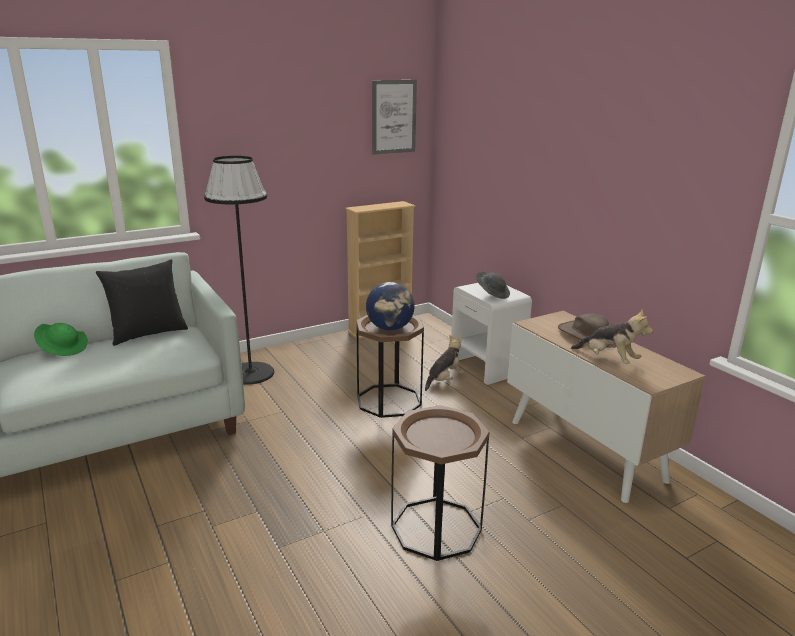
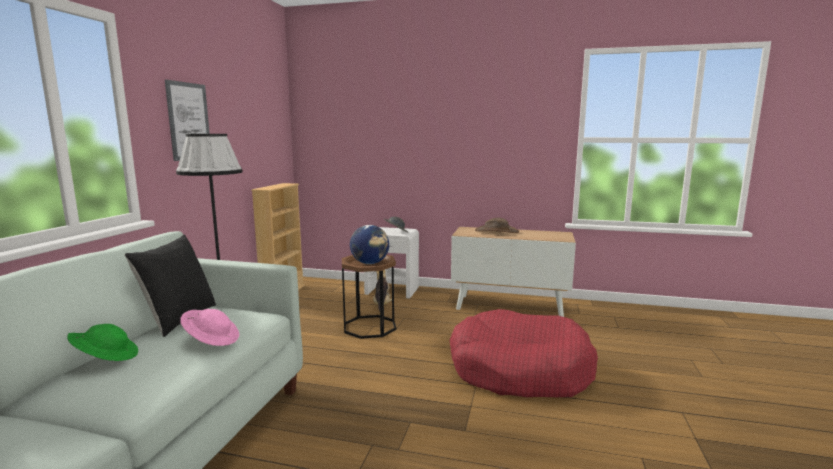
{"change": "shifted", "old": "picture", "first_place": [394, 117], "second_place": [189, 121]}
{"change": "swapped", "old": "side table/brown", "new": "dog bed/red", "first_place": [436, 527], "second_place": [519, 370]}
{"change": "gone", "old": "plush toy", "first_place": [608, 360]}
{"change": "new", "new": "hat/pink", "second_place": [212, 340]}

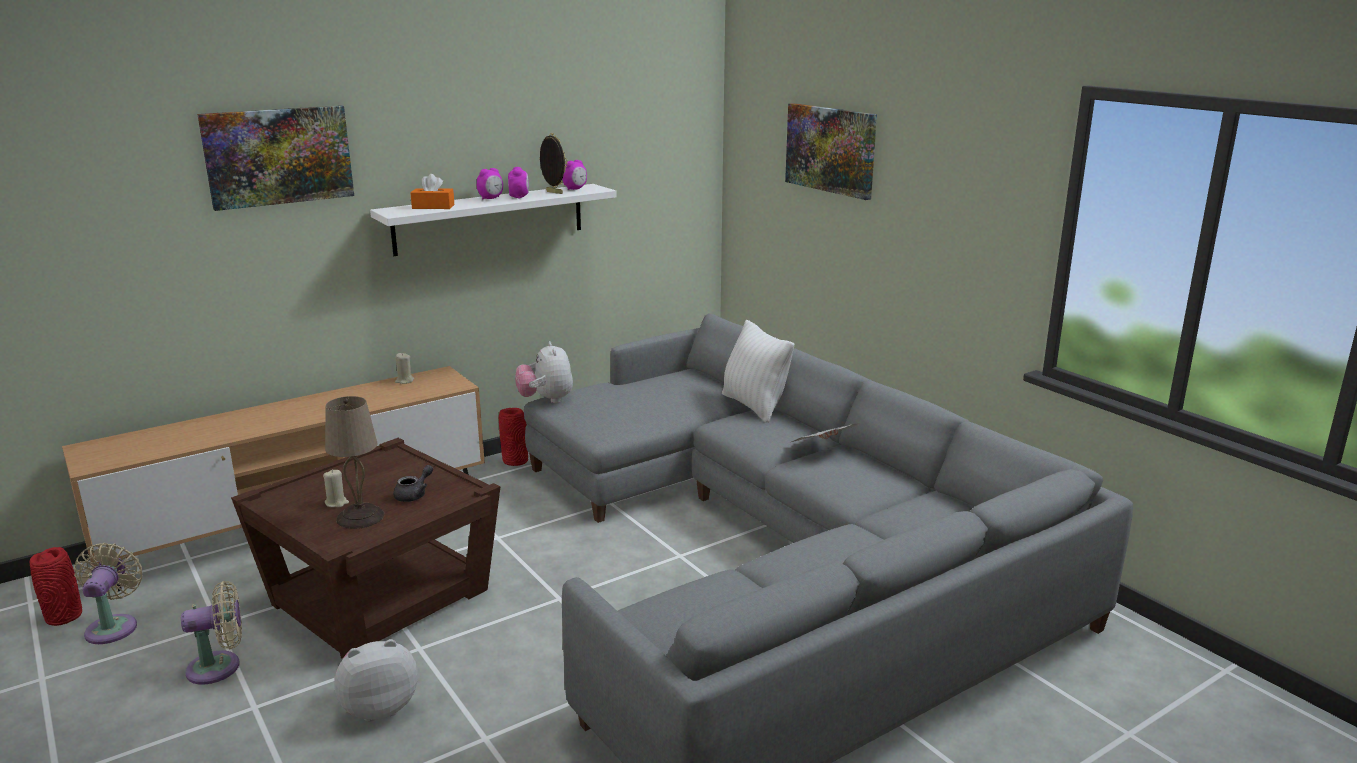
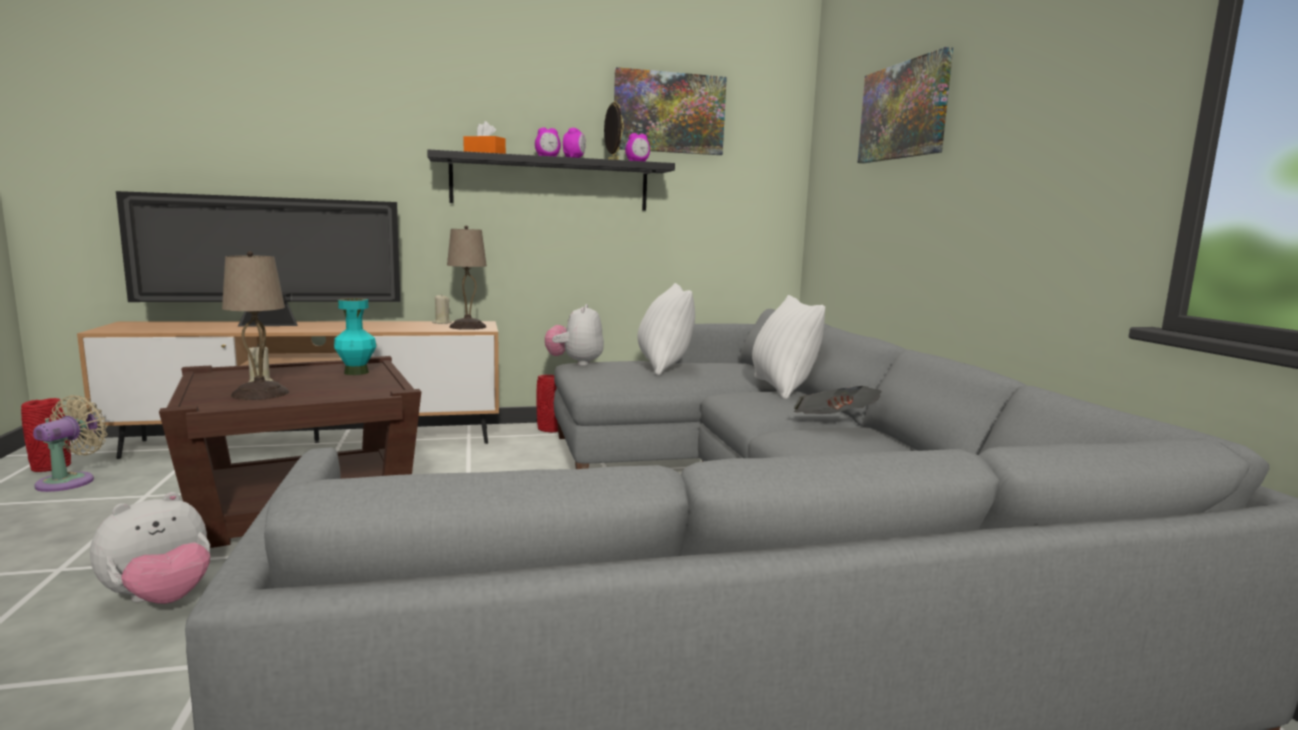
{"change": "gone", "old": "fan/beige", "first_place": [219, 667]}
{"change": "shifted", "old": "picture", "first_place": [278, 156], "second_place": [669, 113]}
{"change": "rotated", "old": "plush toy", "first_place": [379, 707], "second_place": [160, 599], "degrees": 135}
{"change": "repainted", "old": "shelf/white", "new": "shelf/black", "first_place": [490, 219], "second_place": [551, 183]}
{"change": "gone", "old": "teapot/grey", "first_place": [414, 495]}
{"change": "new", "new": "television", "second_place": [274, 325]}
{"change": "new", "new": "vase/turquoise", "second_place": [356, 372]}
{"change": "new", "new": "table lamp/beige", "second_place": [468, 326]}
{"change": "new", "new": "pillow/white", "second_place": [664, 366]}

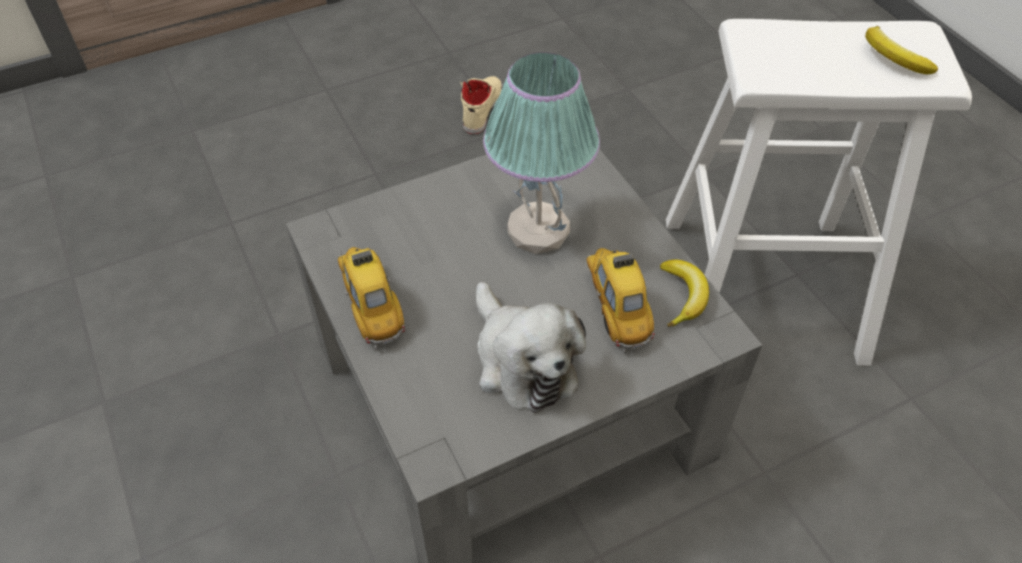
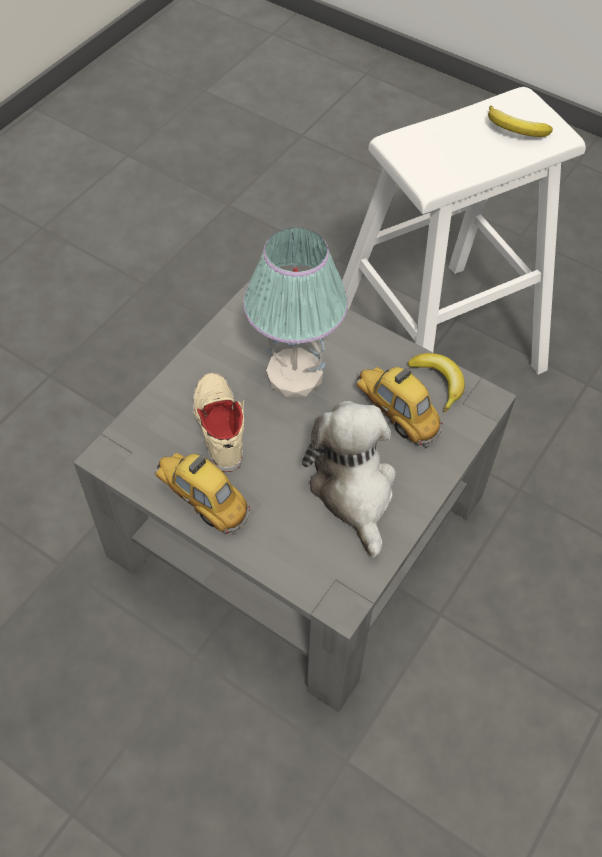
{"change": "shifted", "old": "shoe/beige", "first_place": [481, 108], "second_place": [218, 425]}
{"change": "rotated", "old": "plush toy", "first_place": [522, 361], "second_place": [354, 490], "degrees": -135}

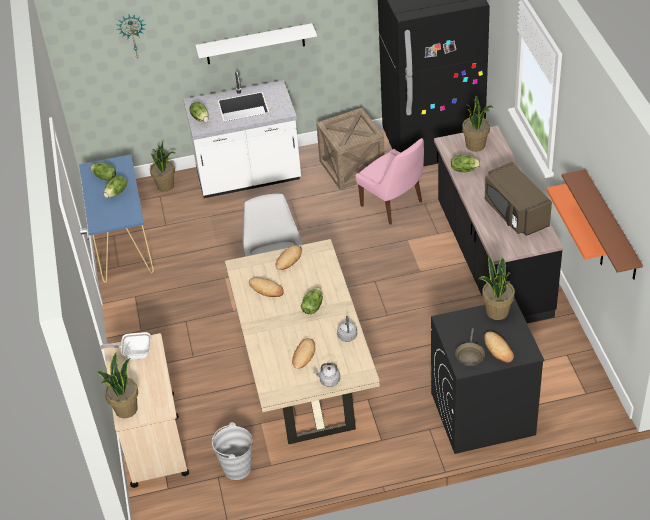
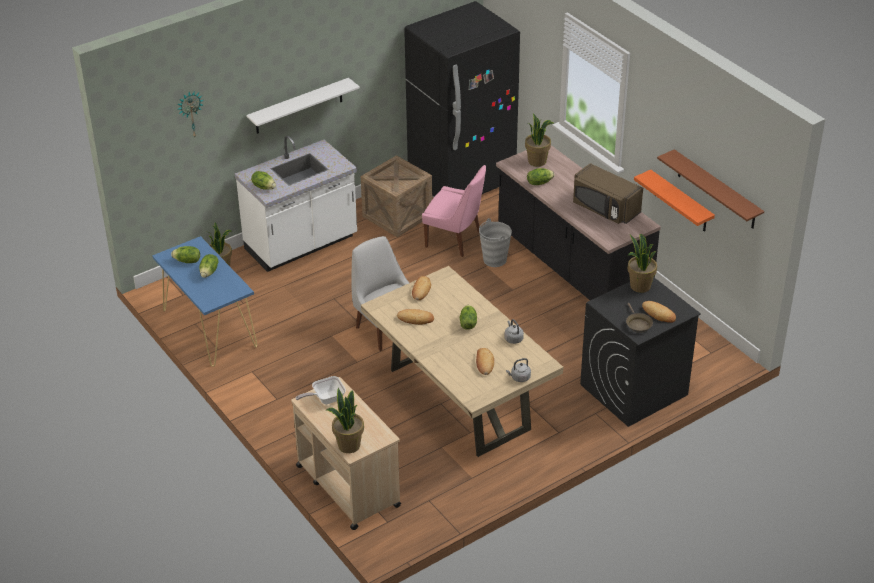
{"change": "shifted", "old": "bucket/grey", "first_place": [237, 468], "second_place": [494, 260]}

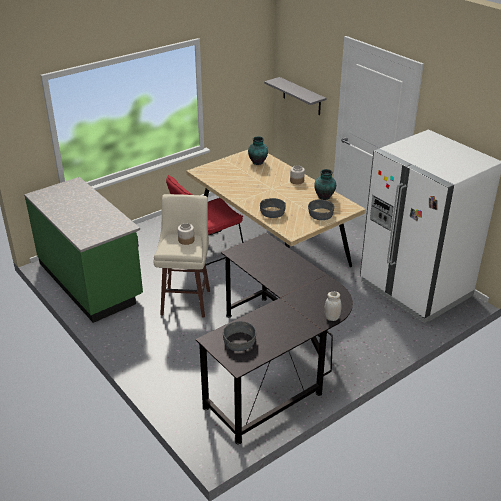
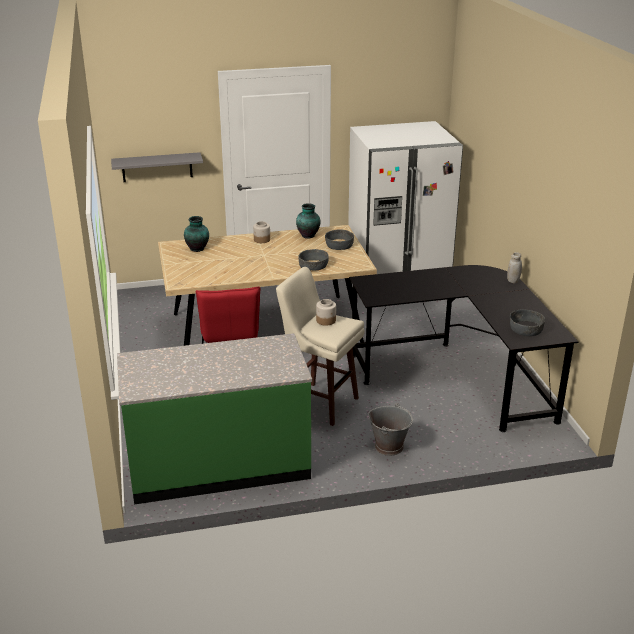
{"change": "new", "new": "bucket/grey", "second_place": [389, 446]}

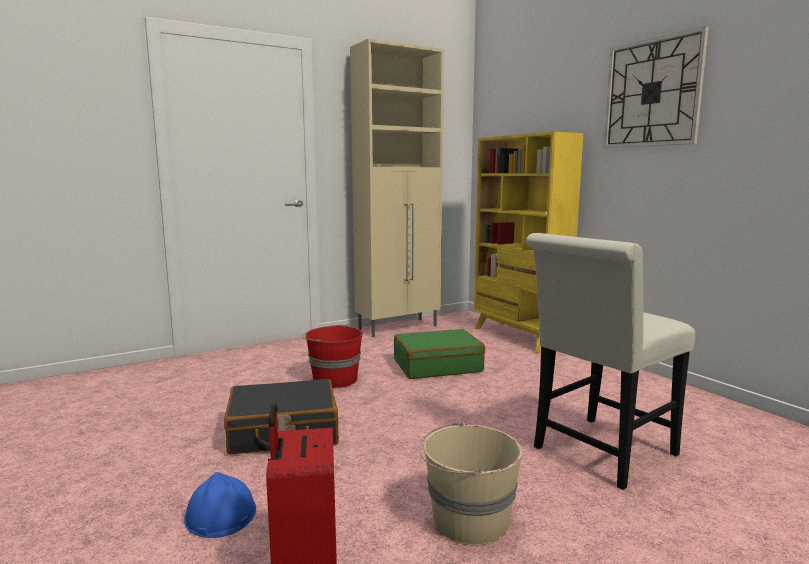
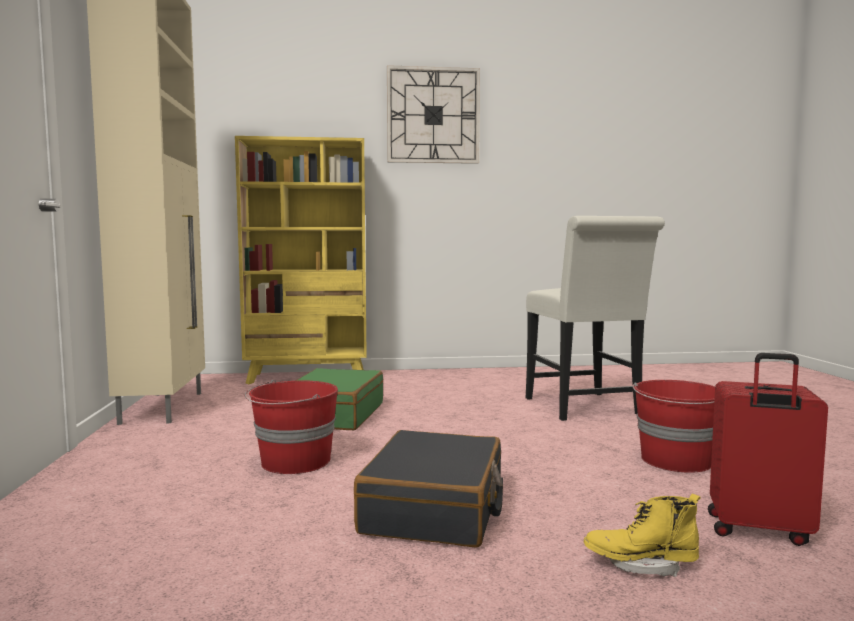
{"change": "swapped", "old": "hard hat/blue", "new": "boot/yellow", "first_place": [220, 514], "second_place": [640, 565]}
{"change": "repainted", "old": "bucket/beige", "new": "bucket/red", "first_place": [468, 521], "second_place": [676, 461]}

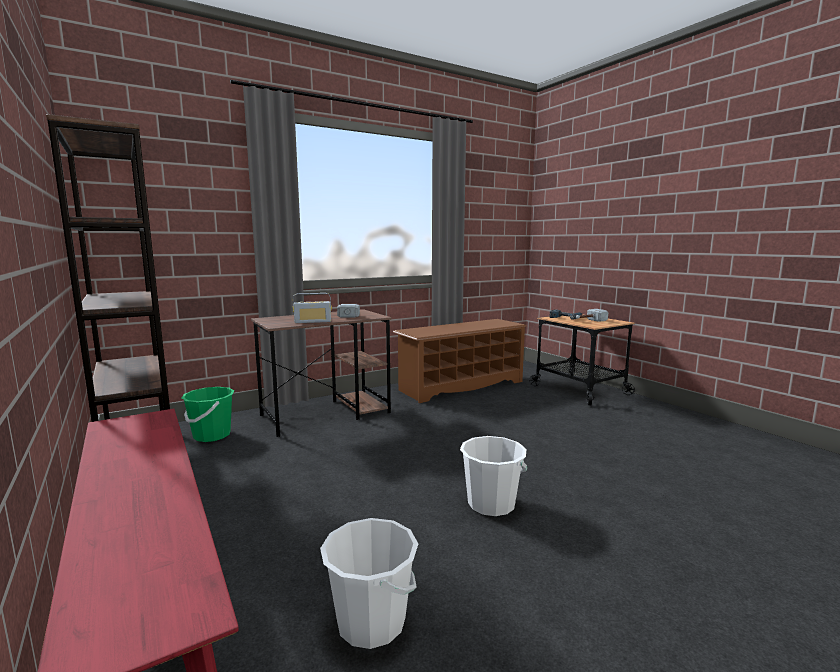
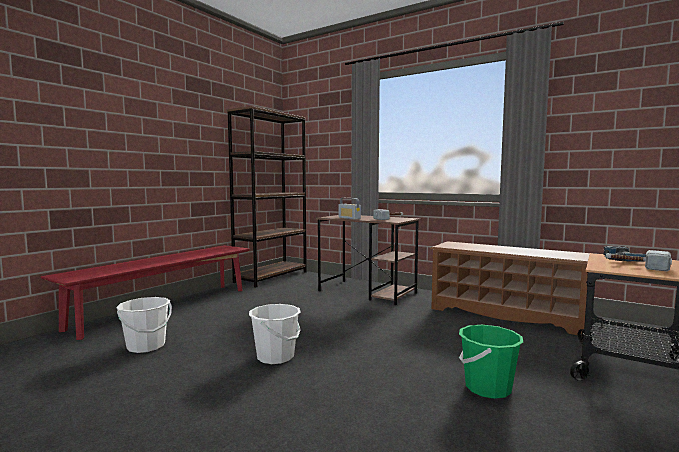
{"change": "shifted", "old": "bucket/green", "first_place": [212, 435], "second_place": [487, 388]}

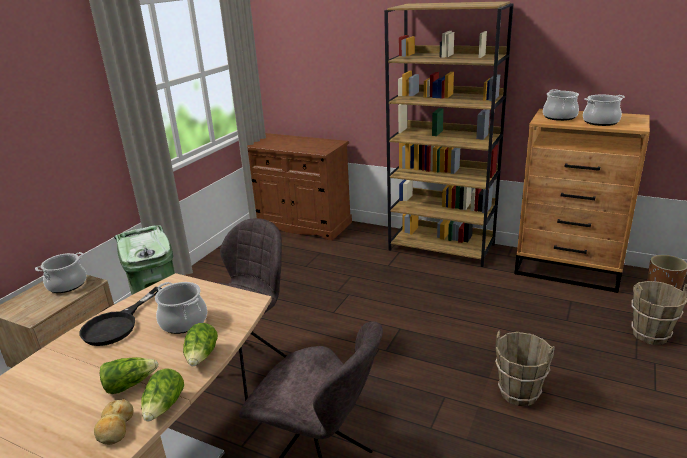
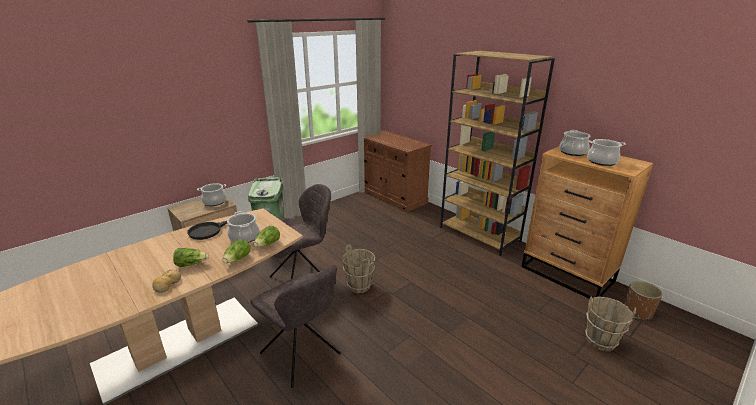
{"change": "shifted", "old": "lettuce", "first_place": [164, 407], "second_place": [267, 244]}
{"change": "shifted", "old": "bucket/brown", "first_place": [519, 393], "second_place": [359, 286]}

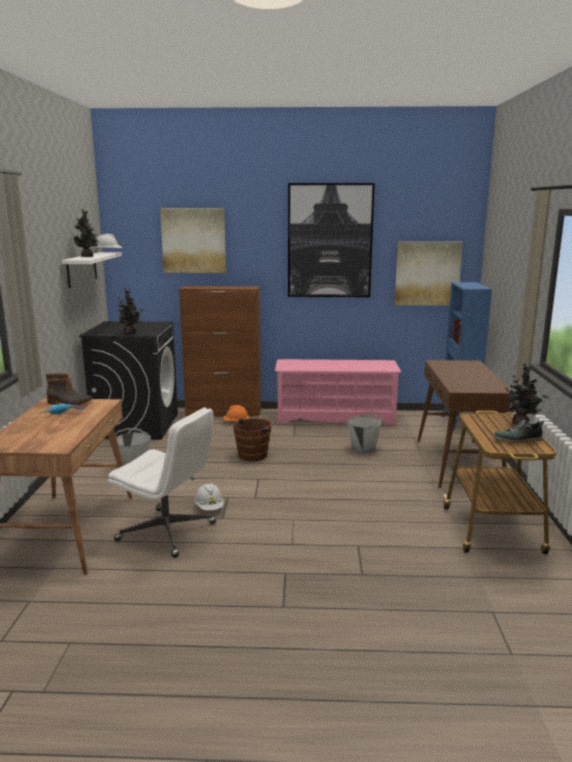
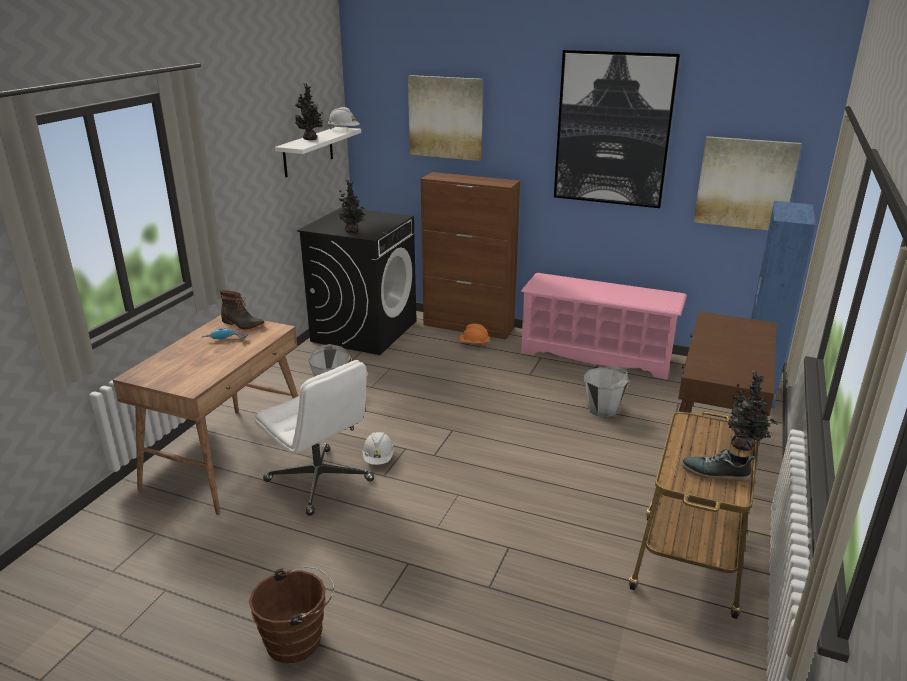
{"change": "shifted", "old": "bucket/brown", "first_place": [255, 454], "second_place": [298, 639]}

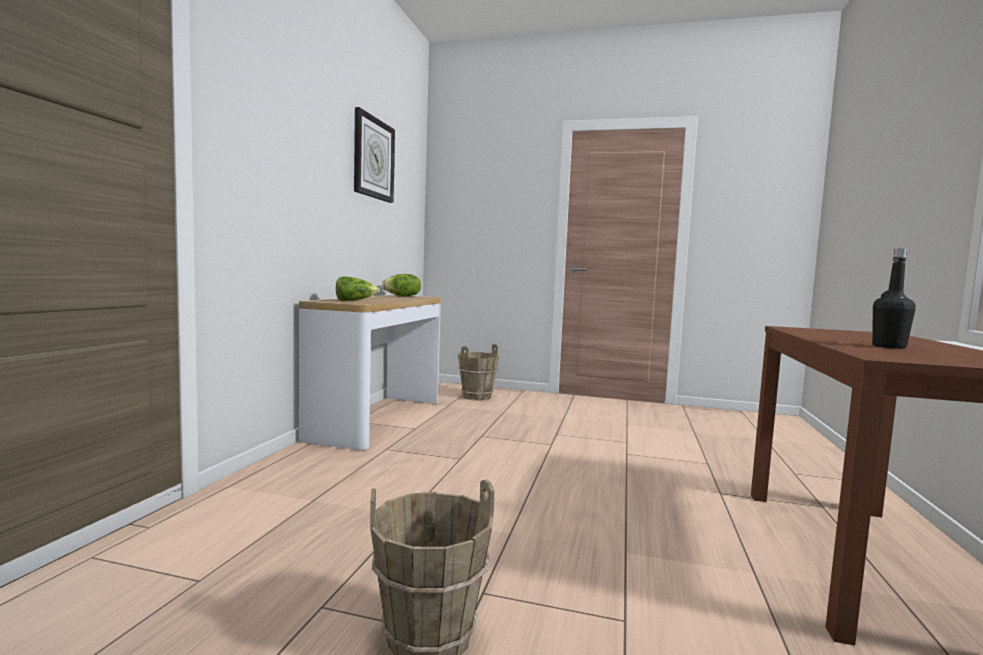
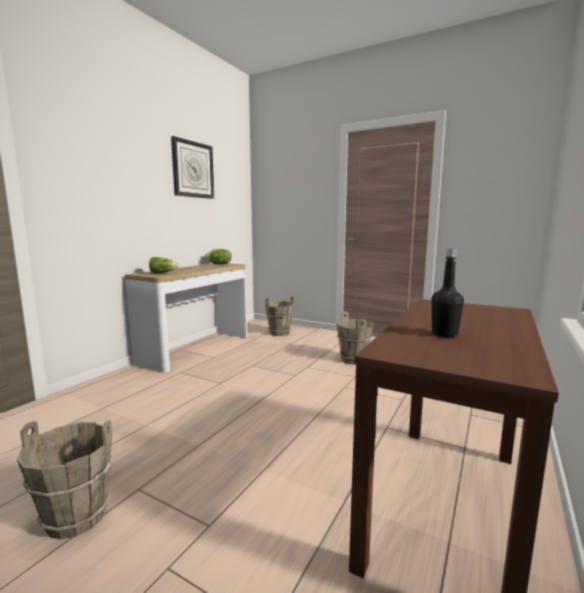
{"change": "new", "new": "bucket/brown", "second_place": [353, 359]}

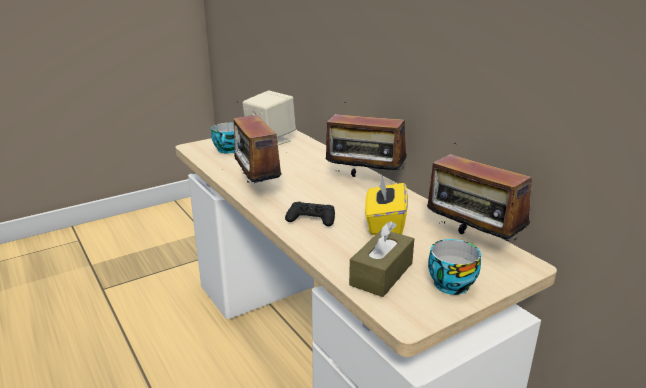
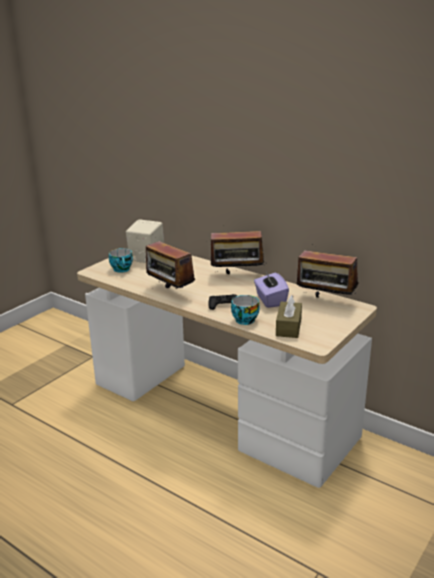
{"change": "repainted", "old": "tissue box/yellow", "new": "tissue box/purple", "first_place": [384, 224], "second_place": [270, 300]}
{"change": "shifted", "old": "cup", "first_place": [450, 283], "second_place": [244, 319]}

